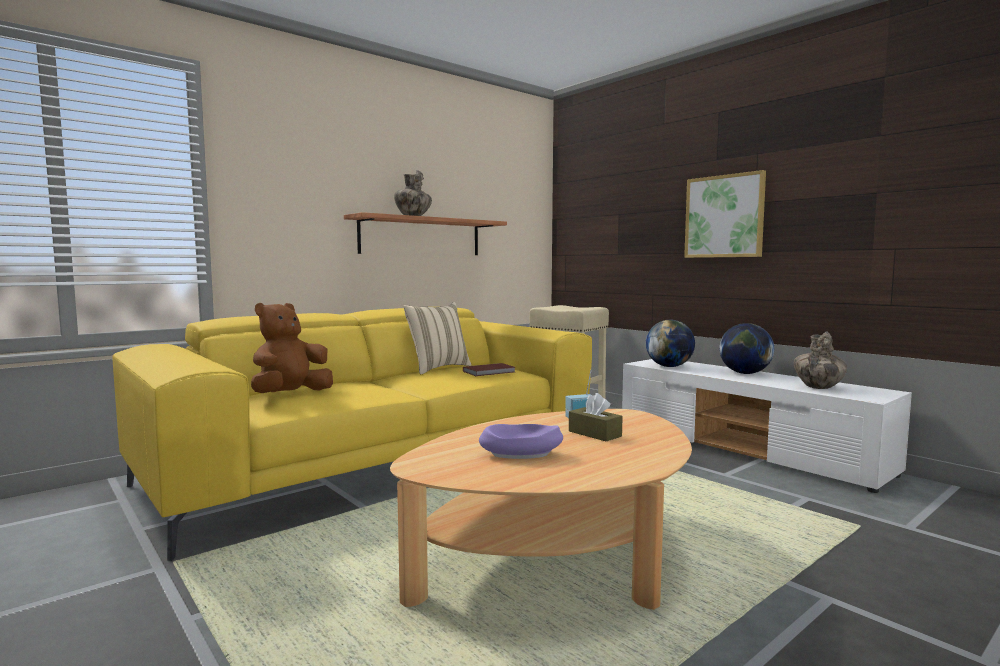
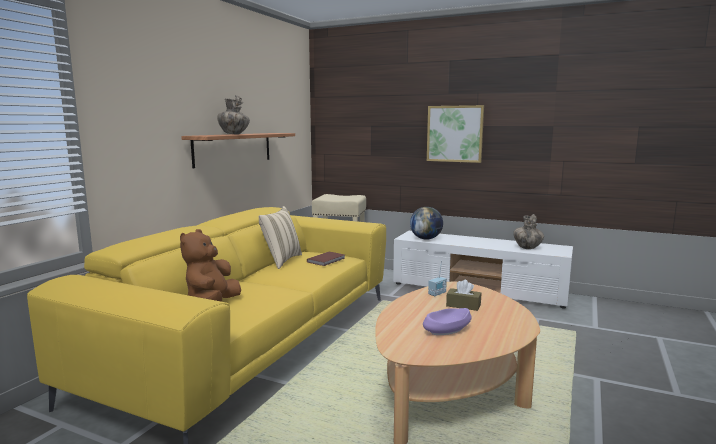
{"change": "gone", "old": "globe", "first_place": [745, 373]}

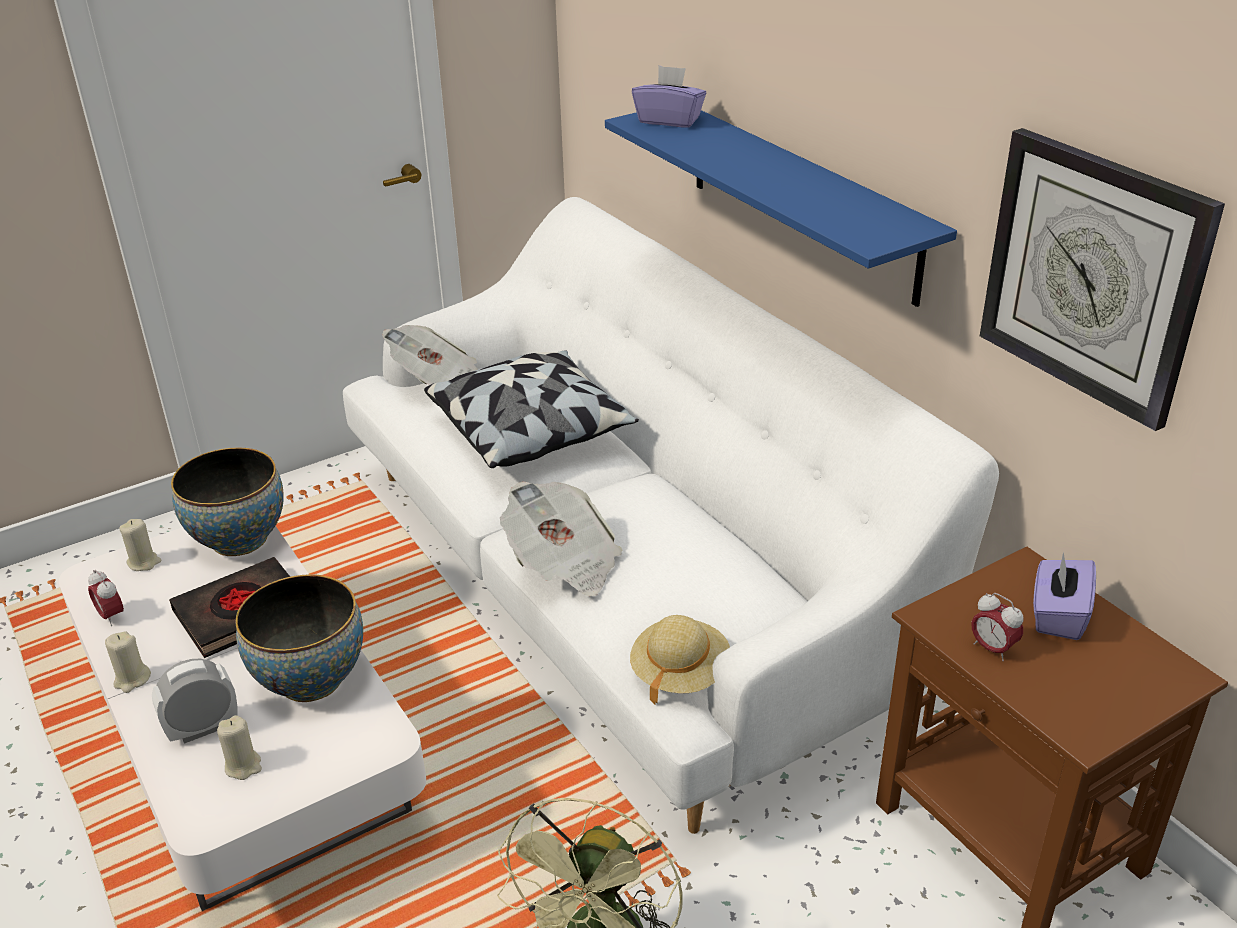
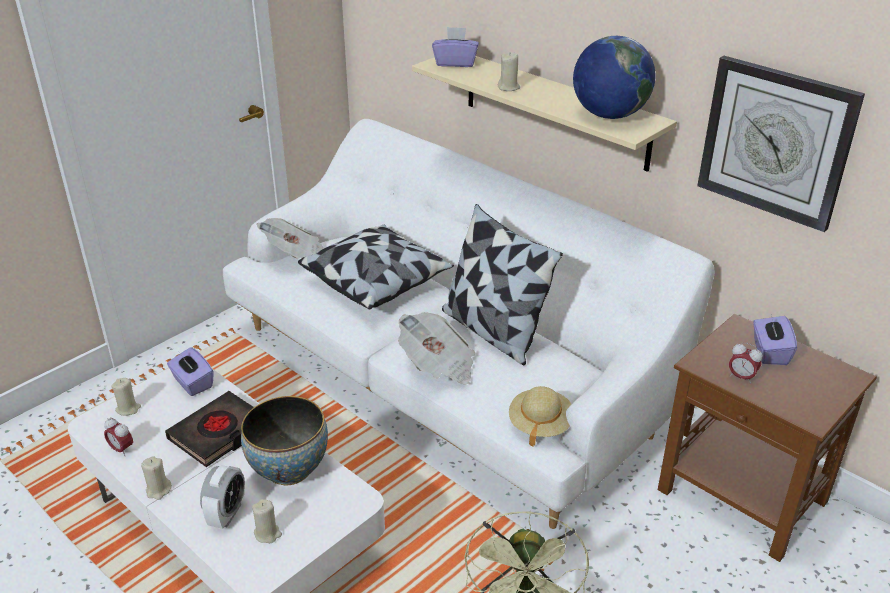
{"change": "rotated", "old": "alarm clock", "first_place": [203, 728], "second_place": [227, 514], "degrees": 150}
{"change": "swapped", "old": "bowl", "new": "tissue box/purple", "first_place": [239, 540], "second_place": [192, 383]}
{"change": "repainted", "old": "shelf/blue", "new": "shelf/beige", "first_place": [801, 200], "second_place": [555, 109]}
{"change": "new", "new": "pillow", "second_place": [493, 331]}
{"change": "new", "new": "candle/beige", "second_place": [509, 87]}
{"change": "new", "new": "globe", "second_place": [609, 115]}

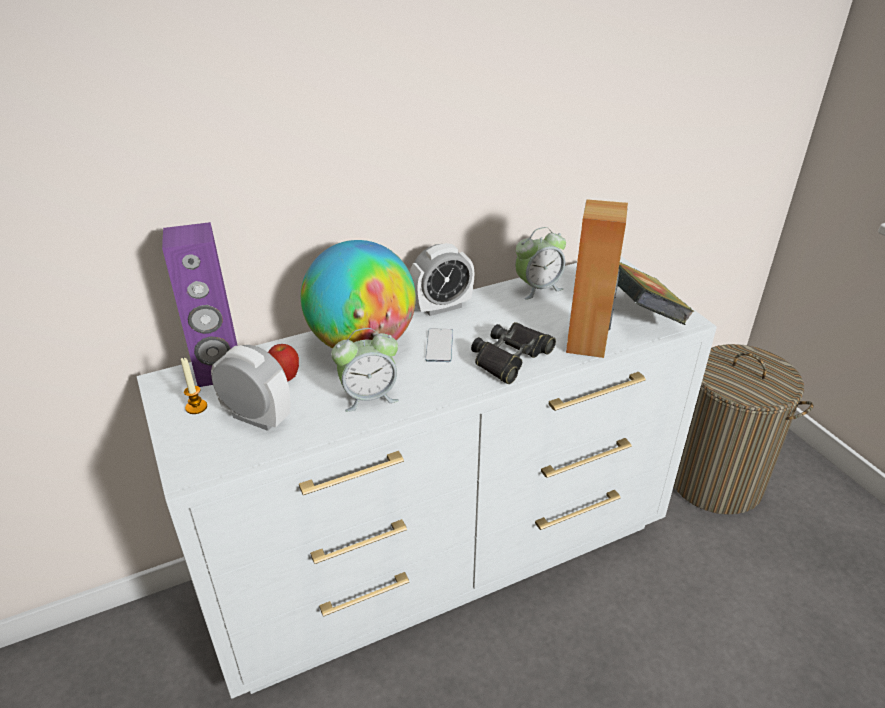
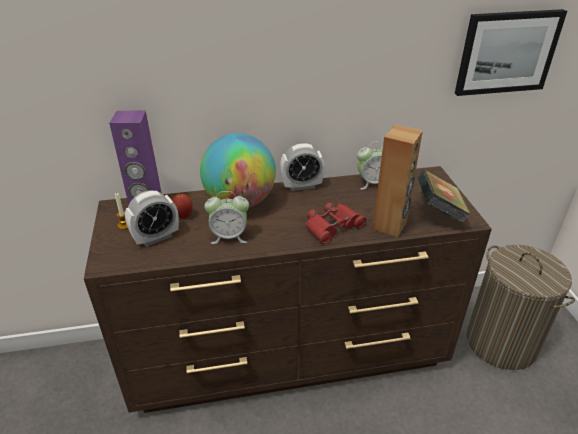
{"change": "repainted", "old": "dresser/white", "new": "dresser/brown", "first_place": [443, 557], "second_place": [290, 355]}
{"change": "rotated", "old": "alarm clock", "first_place": [257, 417], "second_place": [156, 238], "degrees": 105}
{"change": "gone", "old": "phone", "first_place": [439, 345]}
{"change": "repainted", "old": "binoculars/black", "new": "binoculars/red", "first_place": [510, 357], "second_place": [332, 226]}
{"change": "new", "new": "picture", "second_place": [507, 52]}

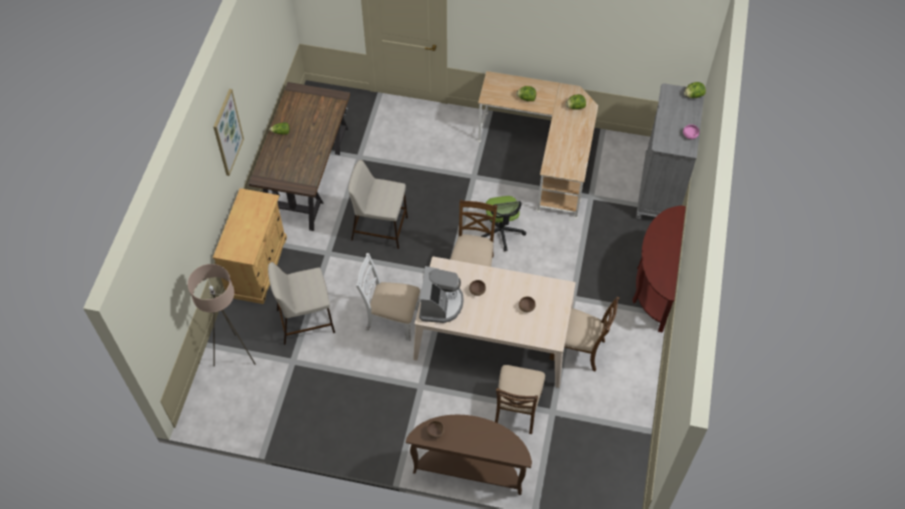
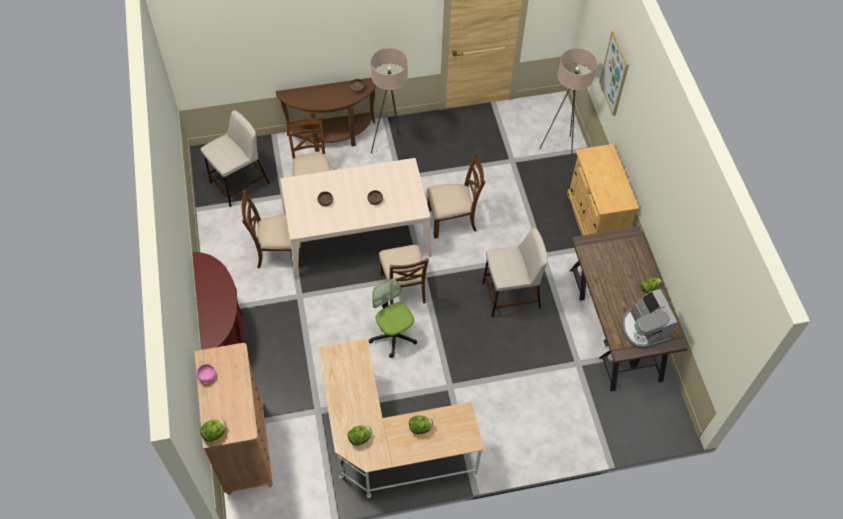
{"change": "shifted", "old": "picture", "first_place": [227, 132], "second_place": [615, 74]}
{"change": "shifted", "old": "stool/beige", "first_place": [306, 320], "second_place": [239, 183]}
{"change": "repainted", "old": "chair/white", "new": "chair/brown", "first_place": [391, 318], "second_place": [452, 220]}
{"change": "shifted", "old": "coffee machine", "first_place": [440, 304], "second_place": [643, 328]}
{"change": "repainted", "old": "dresser/grey", "new": "dresser/brown", "first_place": [660, 191], "second_place": [244, 447]}
{"change": "new", "new": "floor lamp/beige", "second_place": [391, 149]}

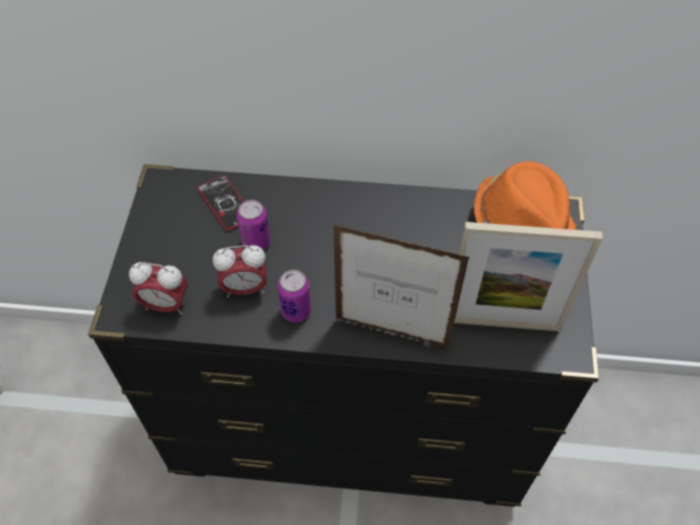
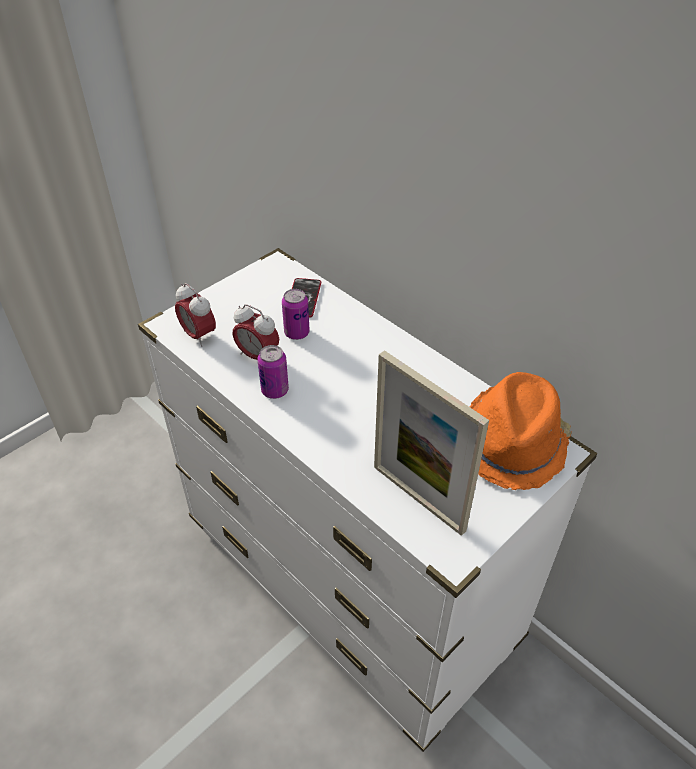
{"change": "repainted", "old": "dresser/black", "new": "dresser/white", "first_place": [350, 422], "second_place": [348, 581]}
{"change": "gone", "old": "picture frame", "first_place": [392, 332]}

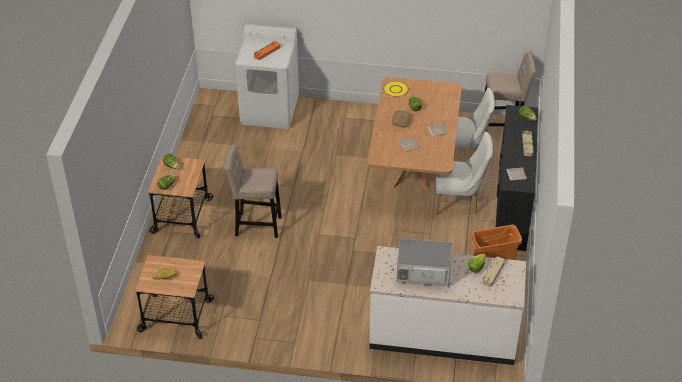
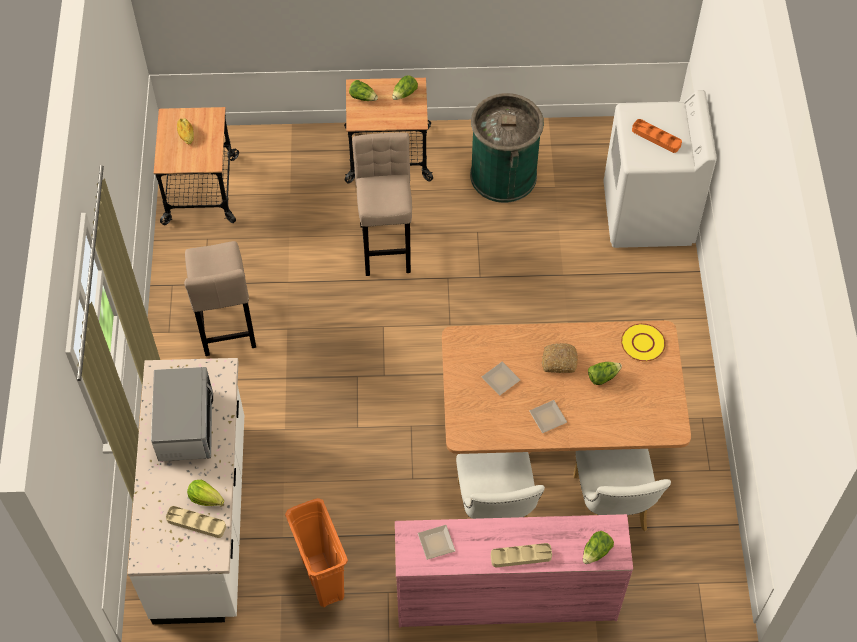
{"change": "shifted", "old": "stool/beige", "first_place": [503, 128], "second_place": [227, 328]}
{"change": "repainted", "old": "dresser/black", "new": "dresser/pink", "first_place": [511, 205], "second_place": [505, 597]}
{"change": "new", "new": "trash can/green", "second_place": [503, 175]}

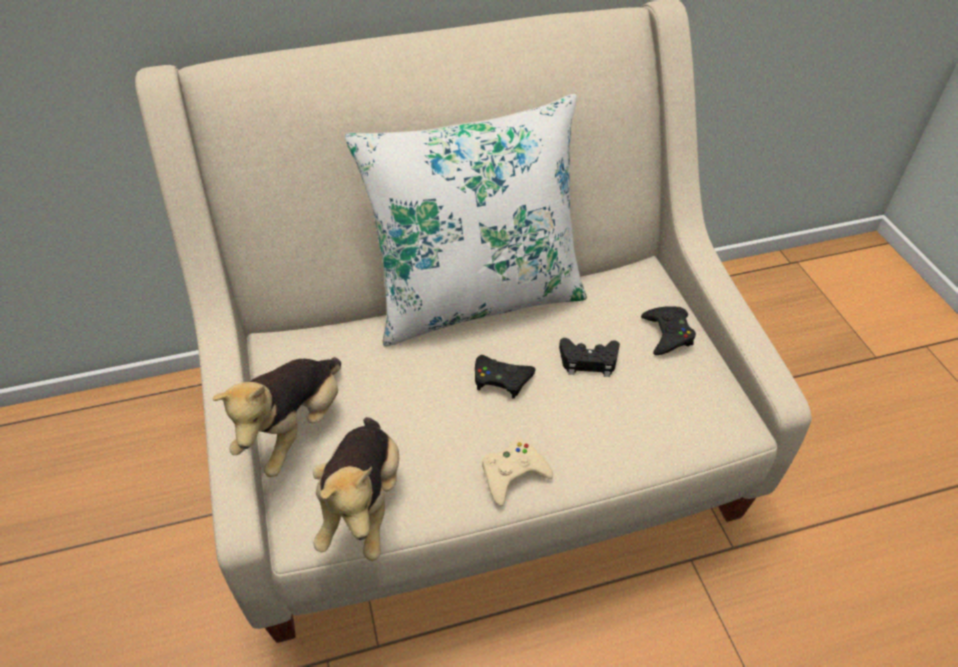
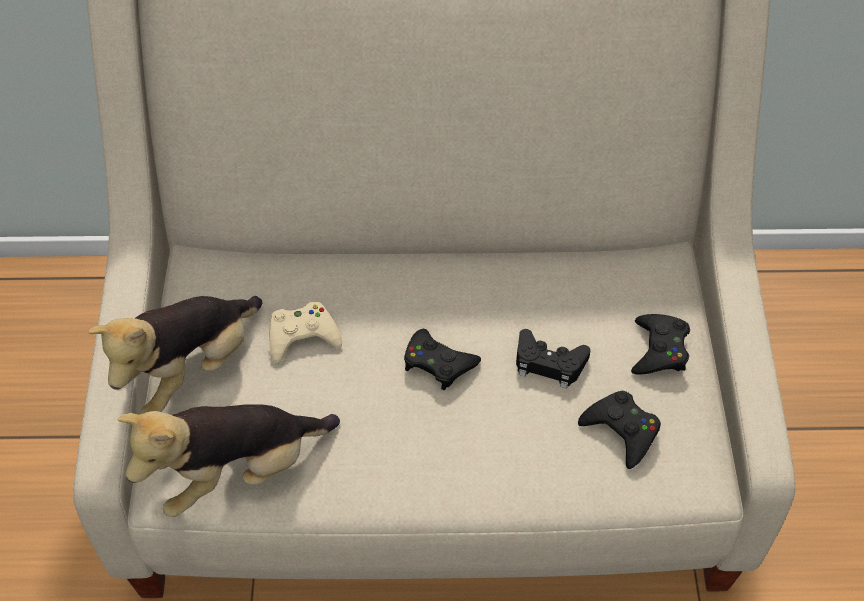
{"change": "rotated", "old": "plush toy", "first_place": [363, 504], "second_place": [238, 473], "degrees": 45}
{"change": "gone", "old": "pillow/white", "first_place": [476, 297]}
{"change": "shifted", "old": "game controller/beige", "first_place": [513, 474], "second_place": [303, 337]}
{"change": "new", "new": "game controller/black", "second_place": [621, 431]}

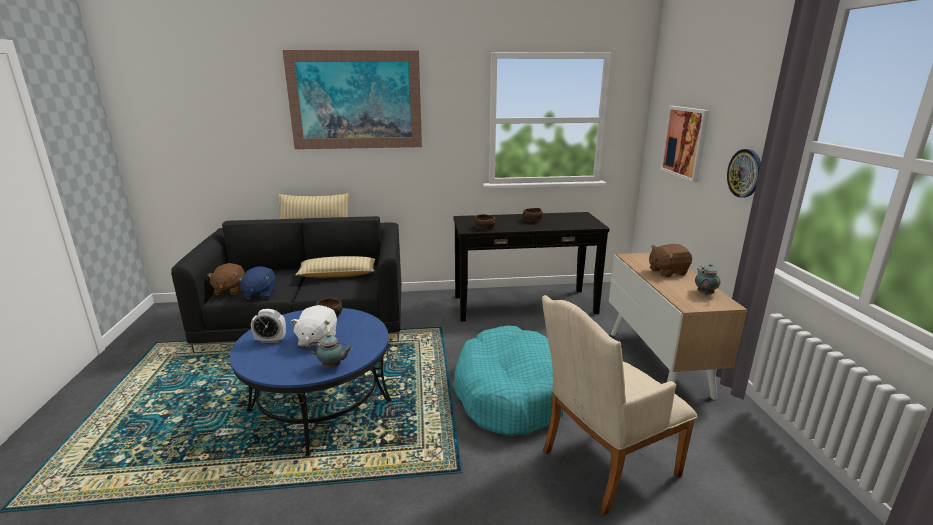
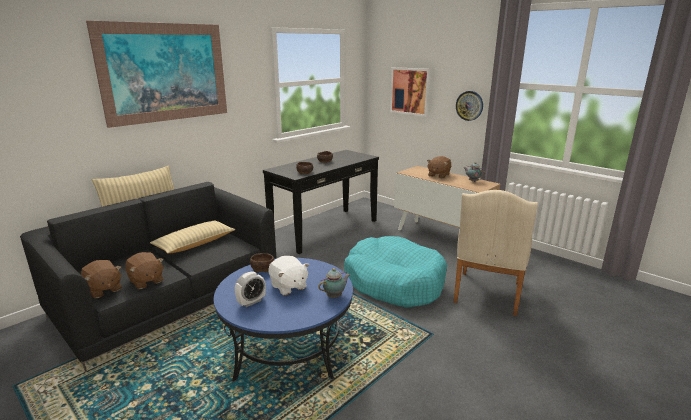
{"change": "repainted", "old": "plush toy/blue", "new": "plush toy/brown", "first_place": [260, 294], "second_place": [146, 281]}

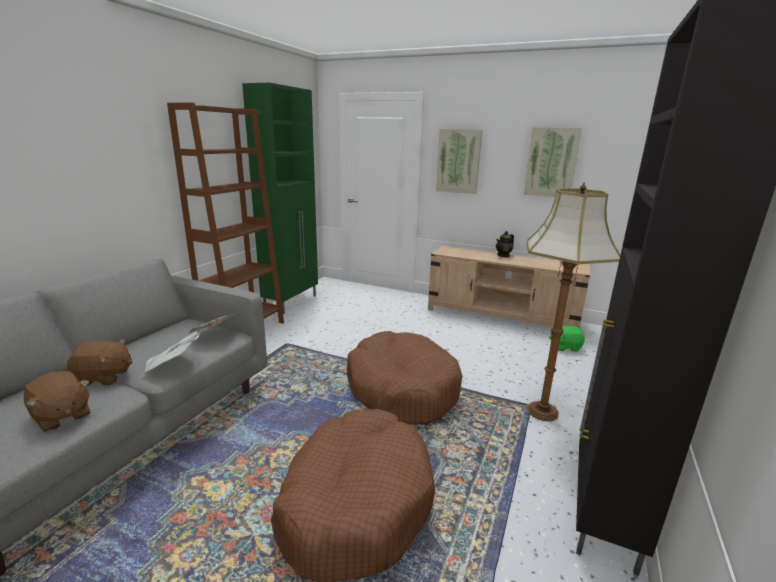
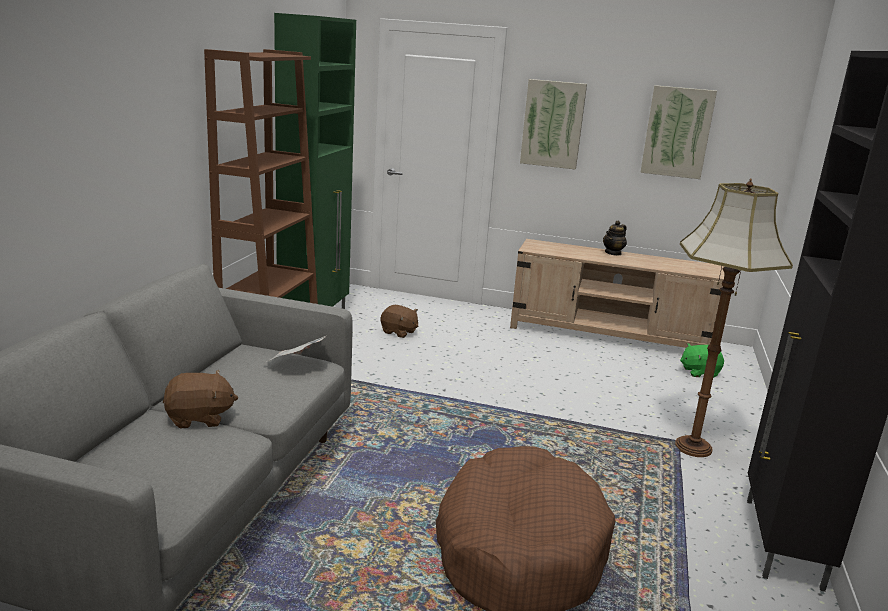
{"change": "shifted", "old": "plush toy/brown", "first_place": [61, 416], "second_place": [399, 332]}
{"change": "gone", "old": "newspaper", "first_place": [172, 365]}
{"change": "gone", "old": "dog bed/brown", "first_place": [402, 389]}

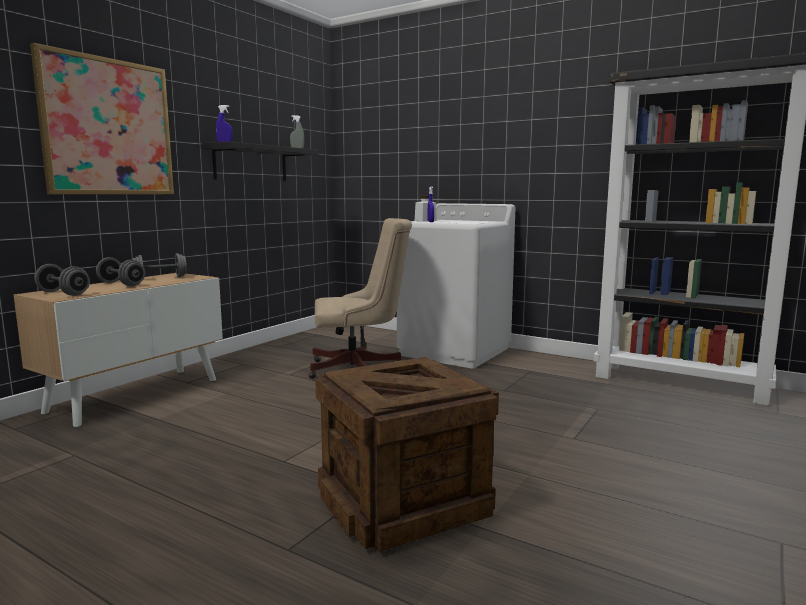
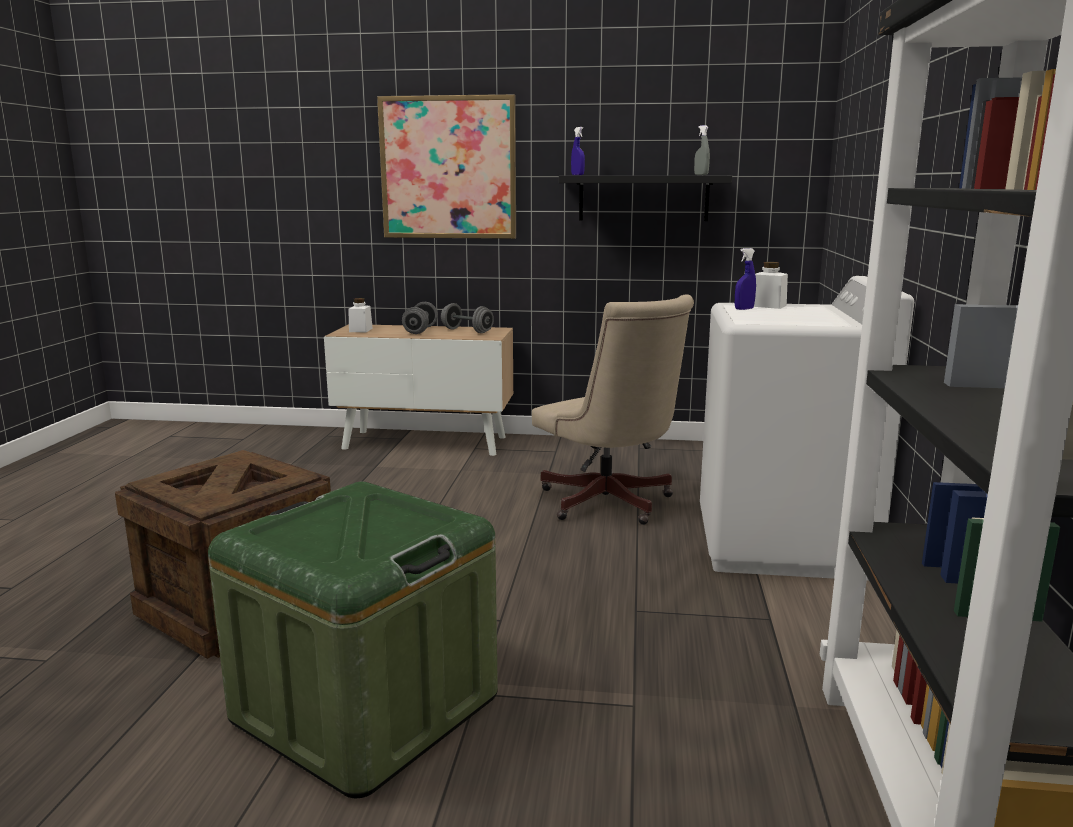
{"change": "swapped", "old": "dumbbell/grey", "new": "jar/white", "first_place": [63, 293], "second_place": [360, 330]}
{"change": "new", "new": "storage box/green", "second_place": [366, 708]}

